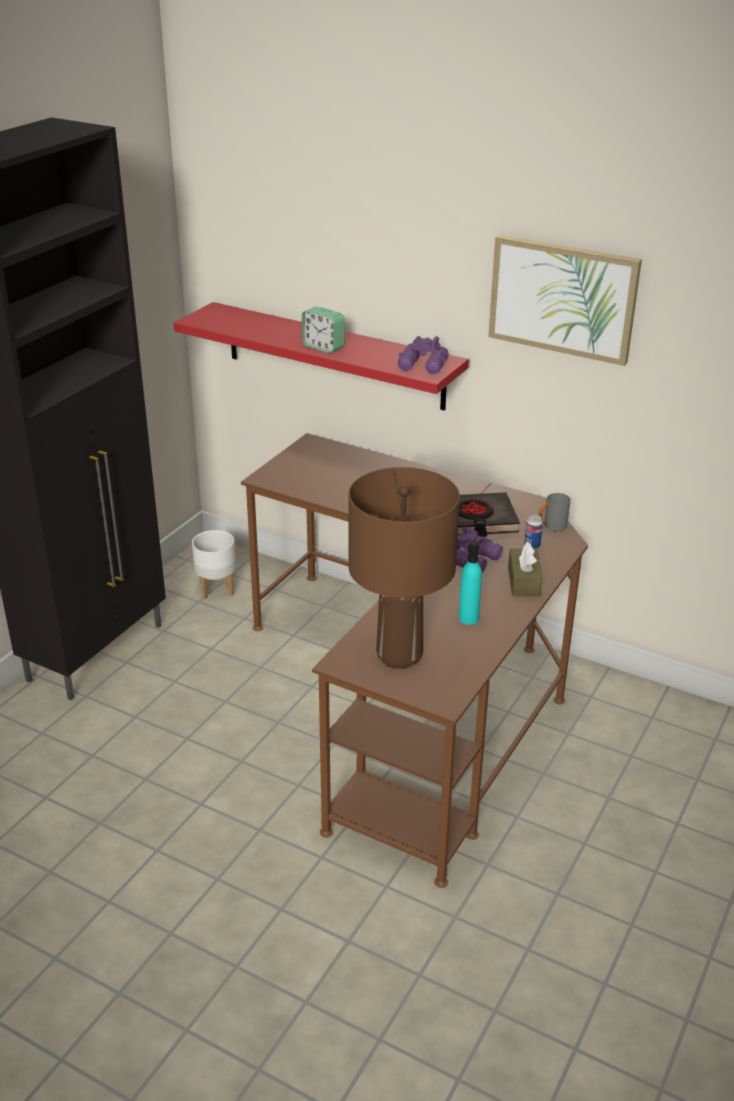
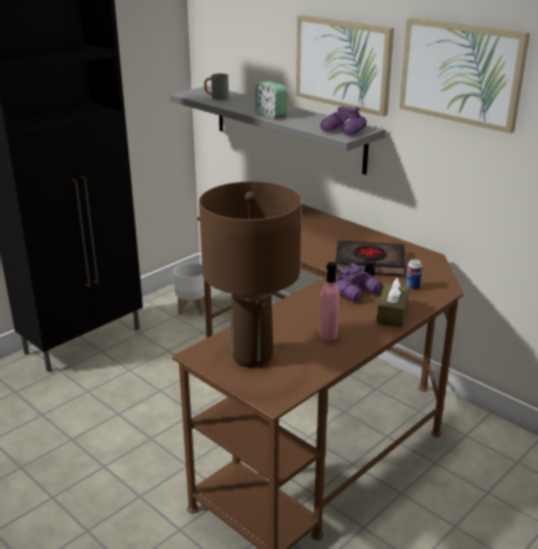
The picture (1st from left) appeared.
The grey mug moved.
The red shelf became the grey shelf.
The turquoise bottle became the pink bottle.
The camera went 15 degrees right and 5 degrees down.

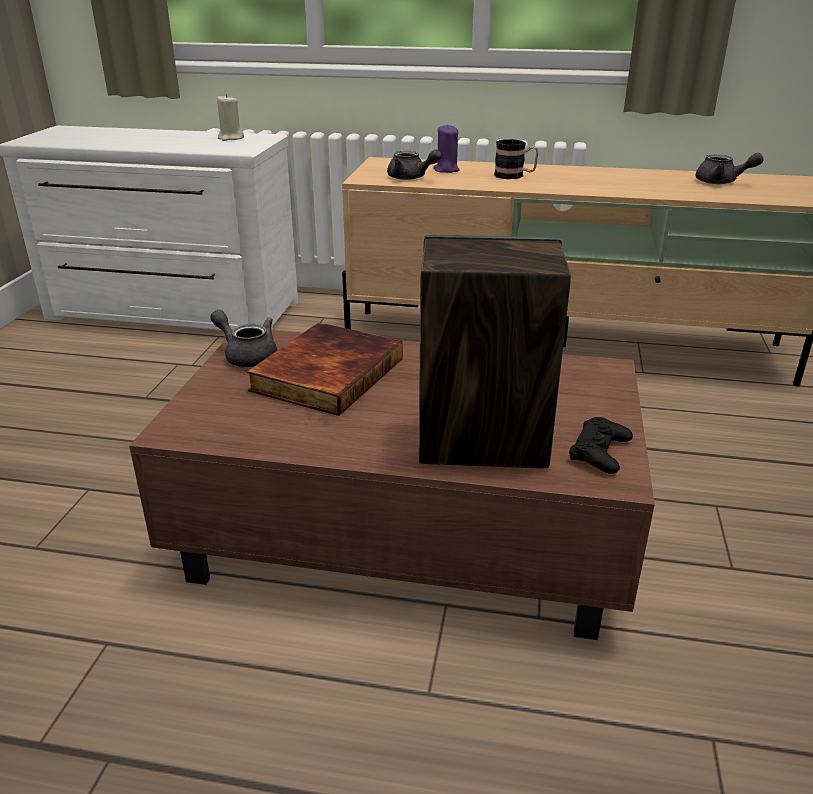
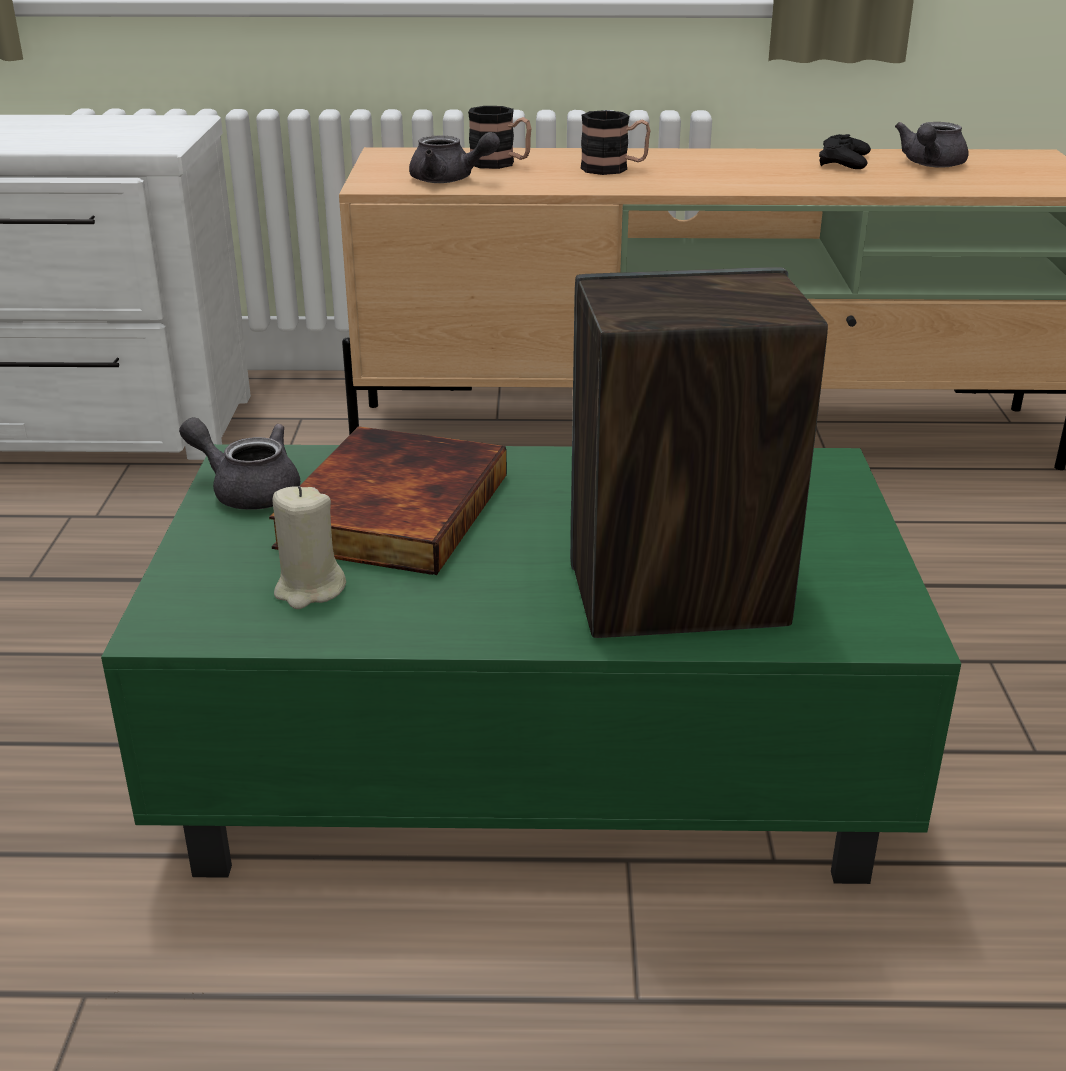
The beige candle moved.
The black game controller moved.
The purple candle was replaced by the mug (1st from left).
The brown coffee table became the green coffee table.
The grey teapot (3rd from left) turned 105 degrees clockwise.
The camera went 10 degrees left and 0 degrees up.

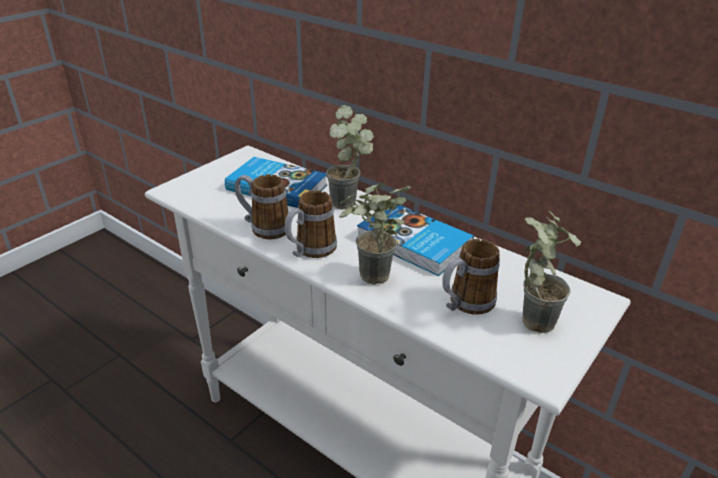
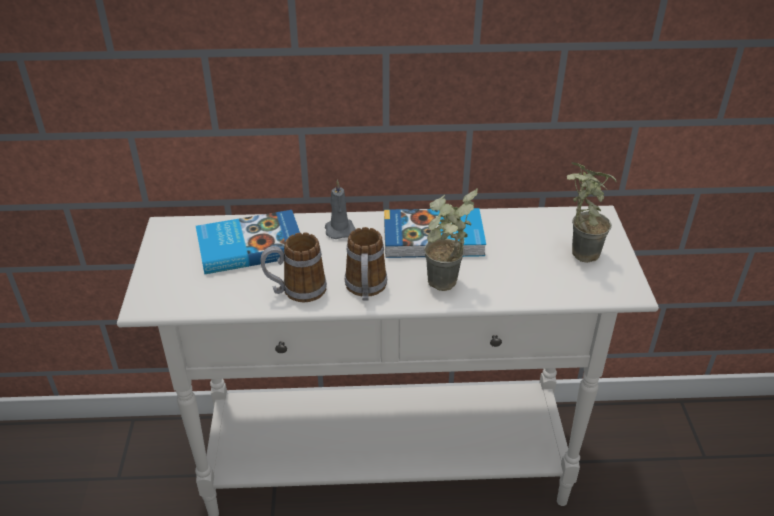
The mug (3rd from left) disappeared.
The potted plant (1st from left) was replaced by the grey candle.
The camera went 40 degrees left and 5 degrees up.

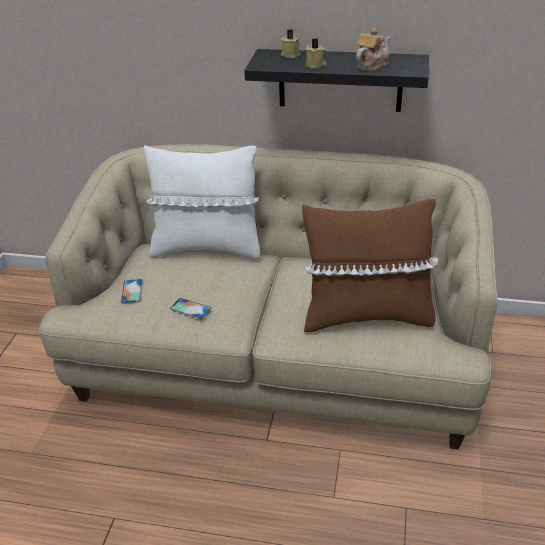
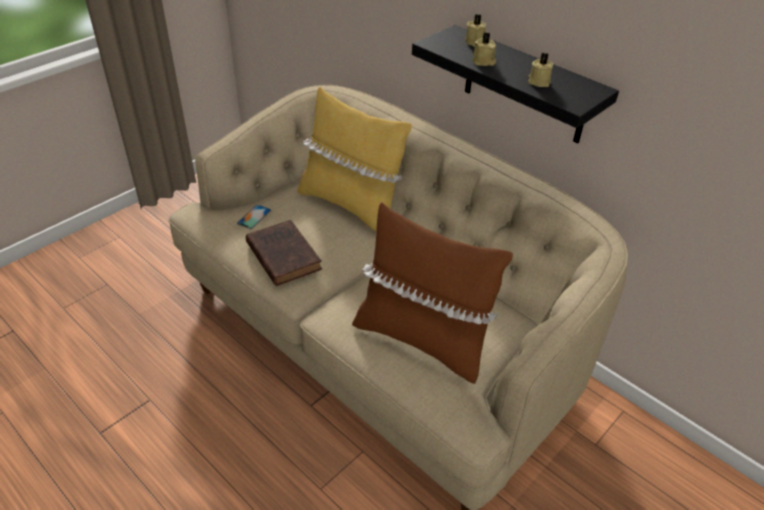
The phone (2nd from left) was replaced by the brown book.
The teapot was replaced by the beige candle (3rd from left).
The white pillow became the yellow pillow.
The camera went 30 degrees right and 5 degrees up.

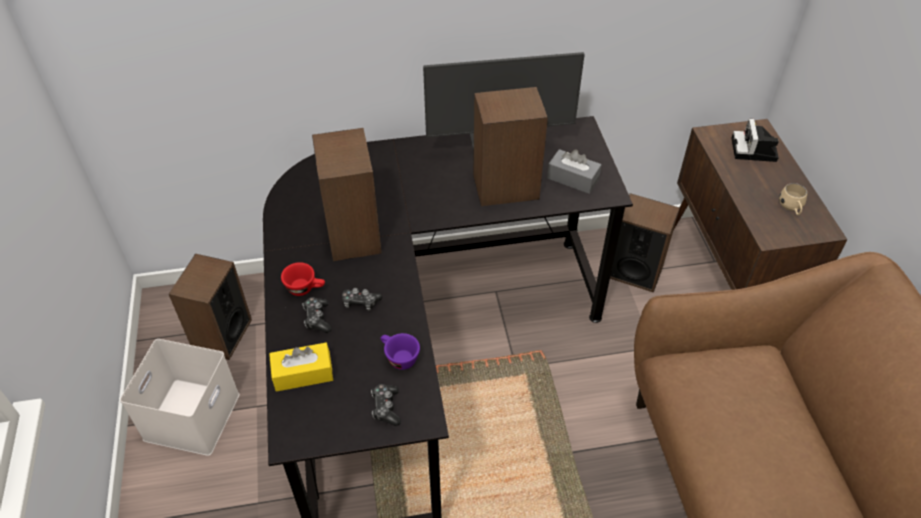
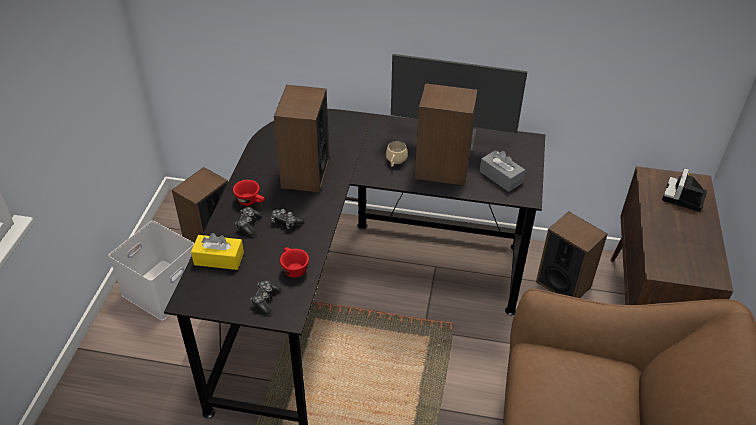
The beige mug moved.
The purple cup became the red cup (2nd from left).
The camera went 20 degrees right and 5 degrees down.

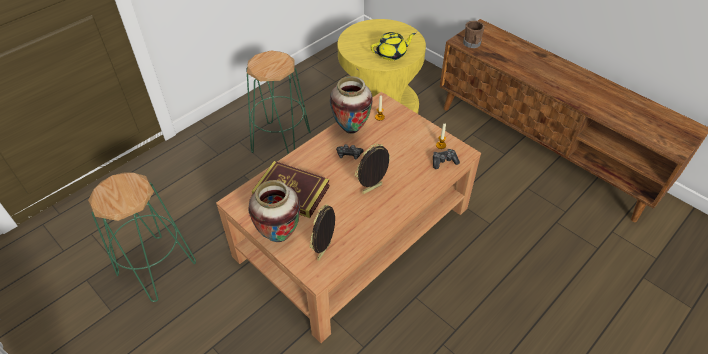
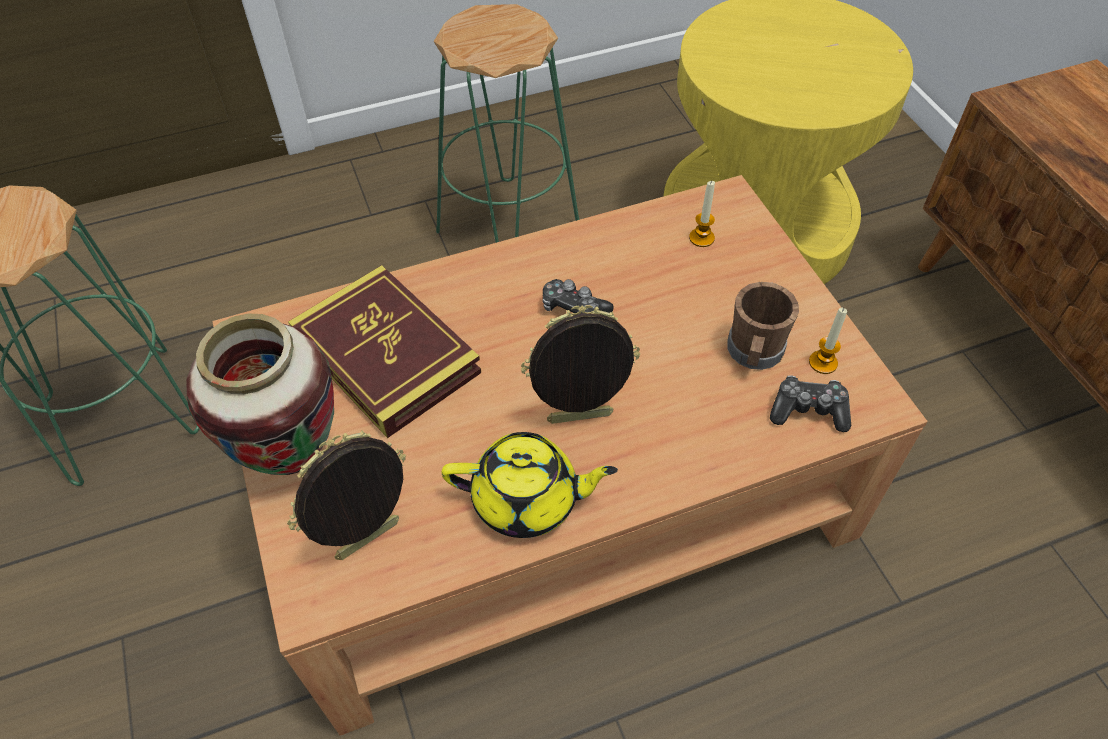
The vase (2nd from left) disappeared.
The yellow teapot moved.
The brown mug moved.
The camera went 25 degrees right and 5 degrees up.

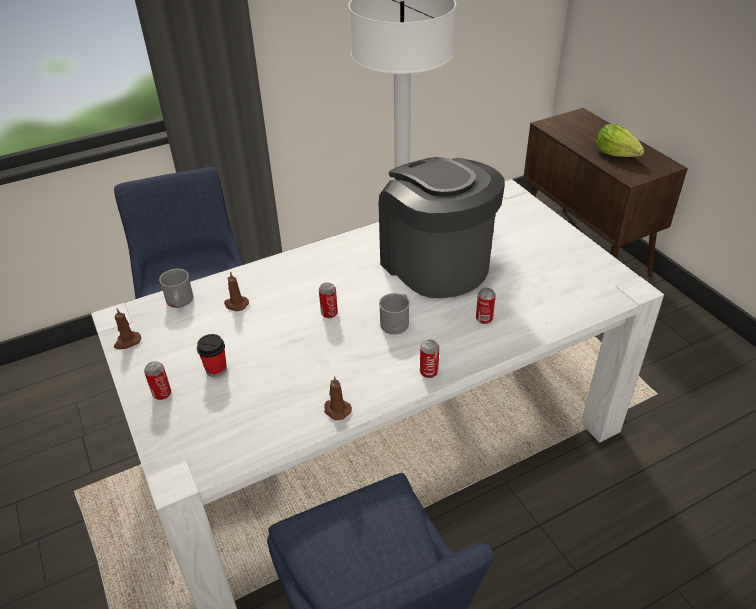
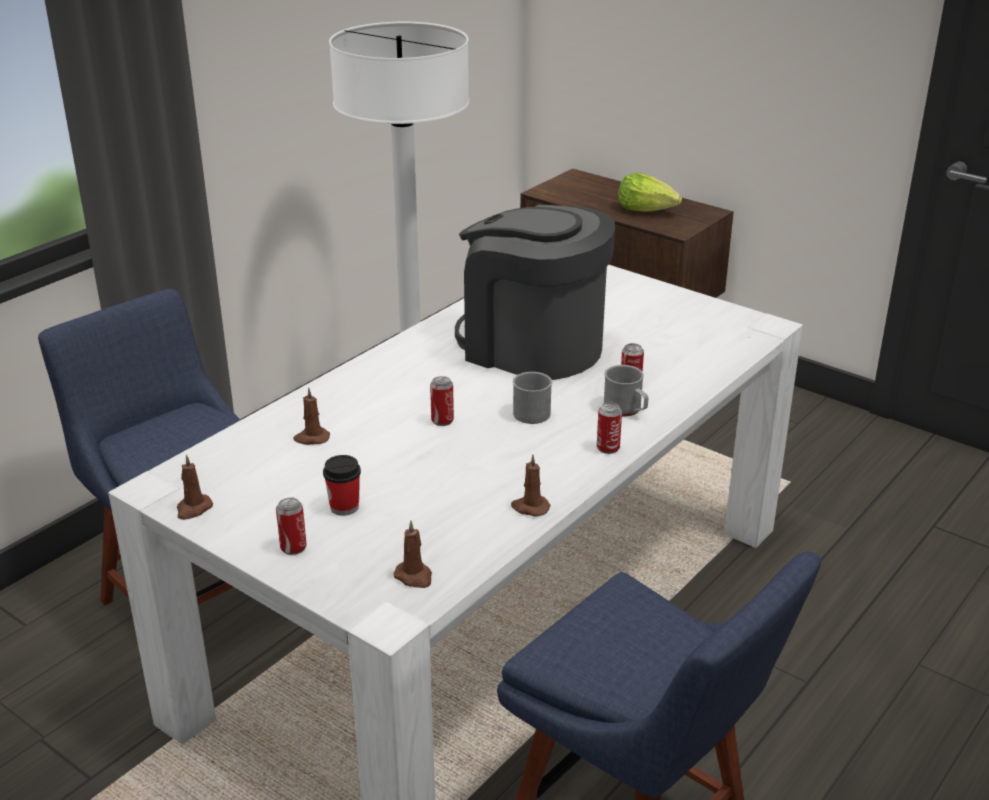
The brown candle (3rd from left) appeared.
The grey mug (1st from left in the first image) moved.
The camera went 25 degrees left and 10 degrees down.

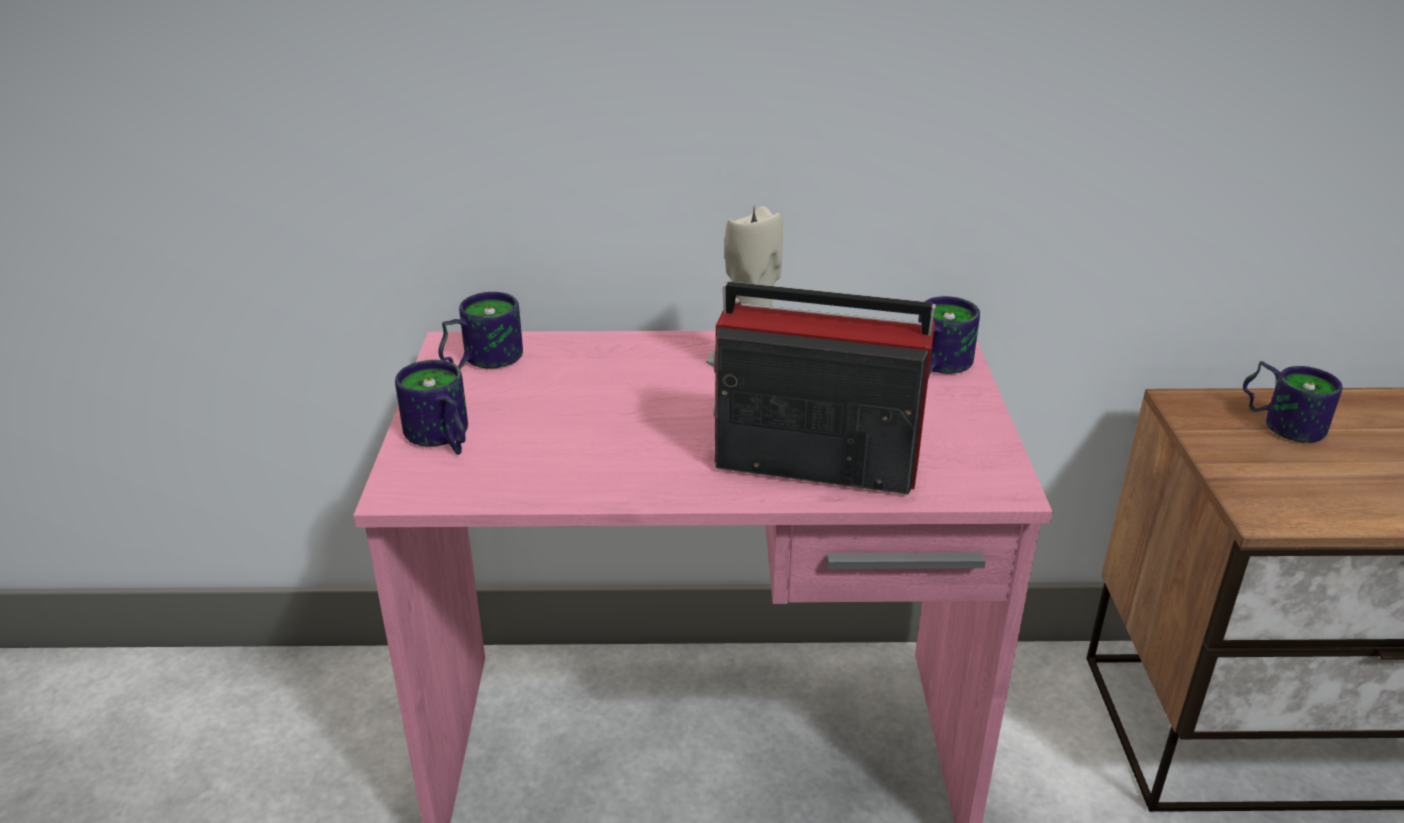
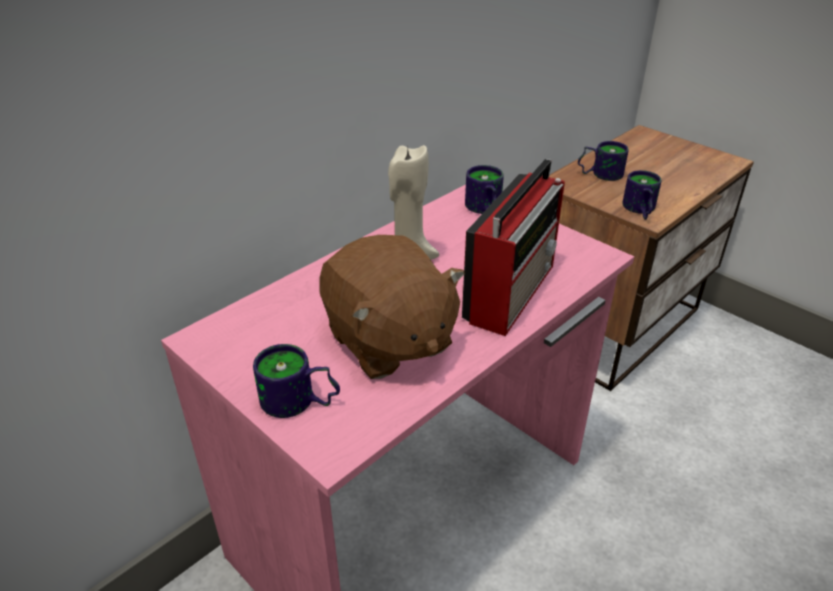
The brown plush toy appeared.
The mug (2nd from left in the first image) moved.
The radio turned 150 degrees clockwise.
The camera went 45 degrees left and 5 degrees up.

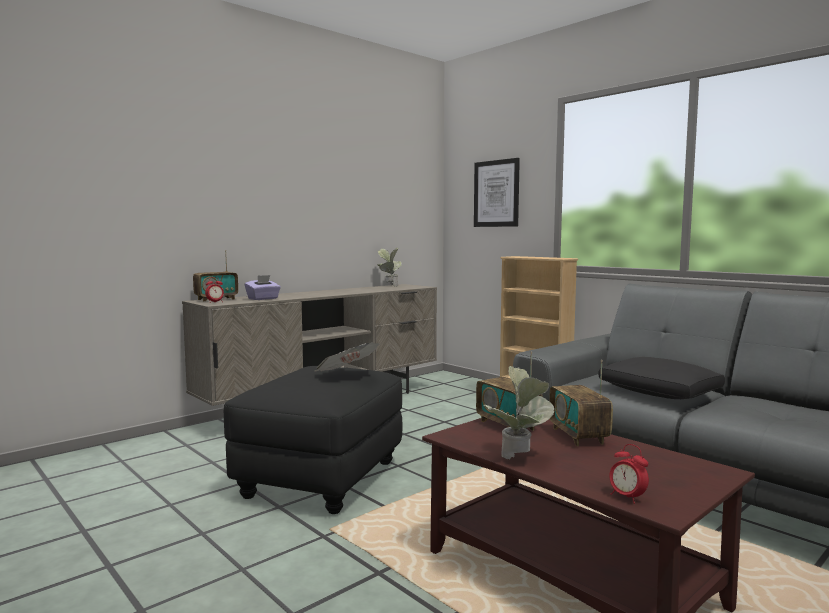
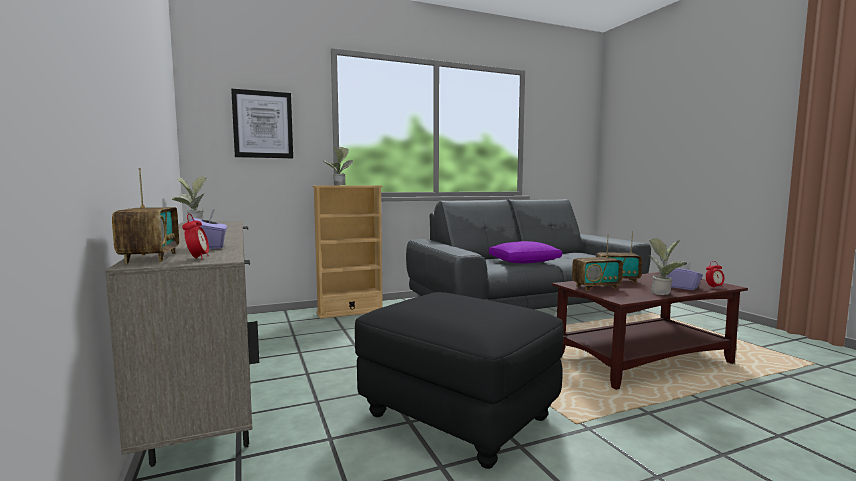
The newspaper disappeared.
The potted plant (2nd from left) appeared.
The purple tissue box (2nd from left) appeared.
The black pillow became the purple pillow.
The camera went 70 degrees left and 0 degrees up.

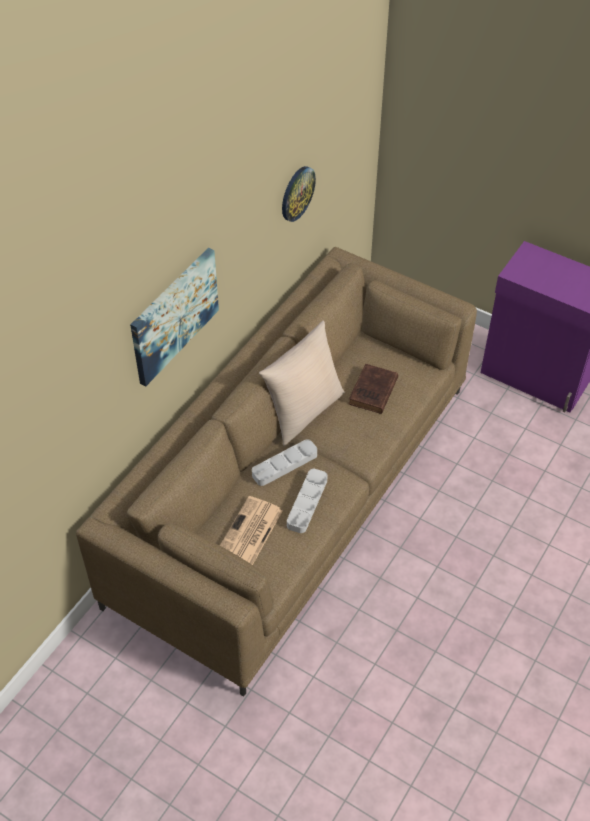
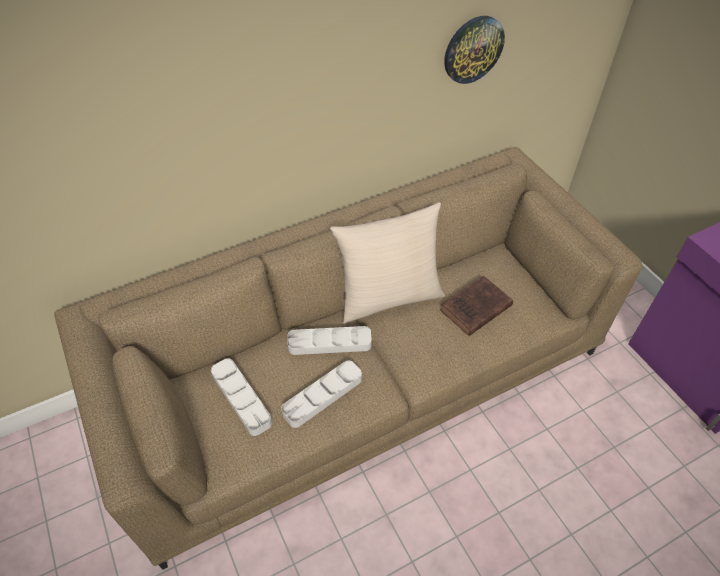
The picture disappeared.
The newspaper was replaced by the grey tray (1st from left).
The camera went 30 degrees right and 0 degrees up.

